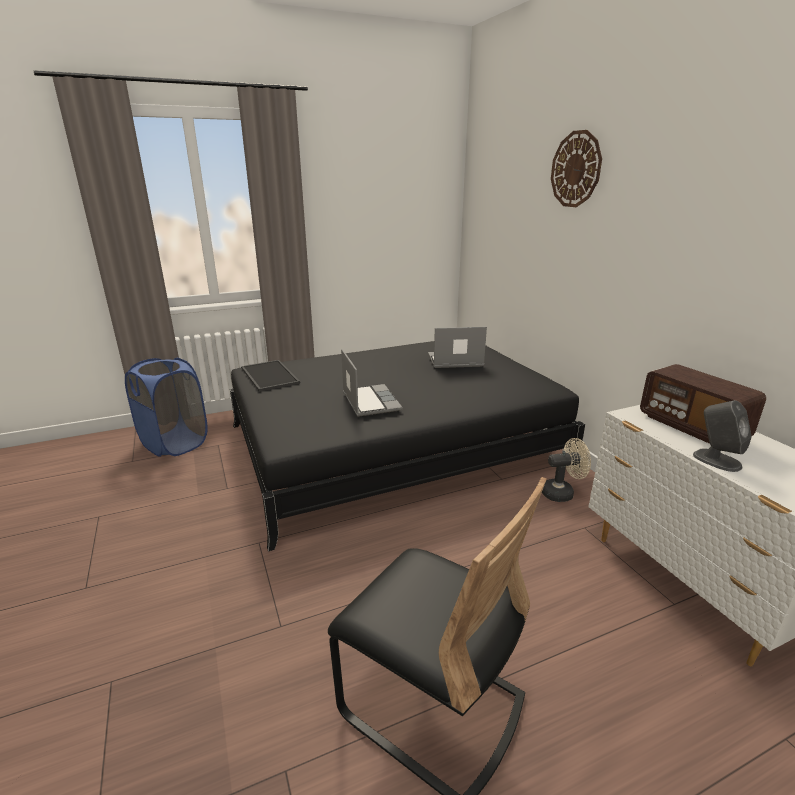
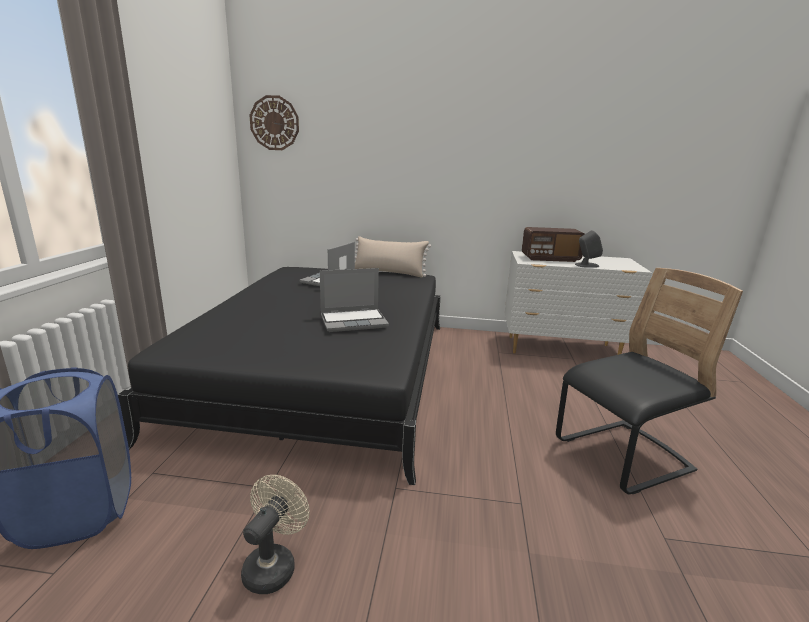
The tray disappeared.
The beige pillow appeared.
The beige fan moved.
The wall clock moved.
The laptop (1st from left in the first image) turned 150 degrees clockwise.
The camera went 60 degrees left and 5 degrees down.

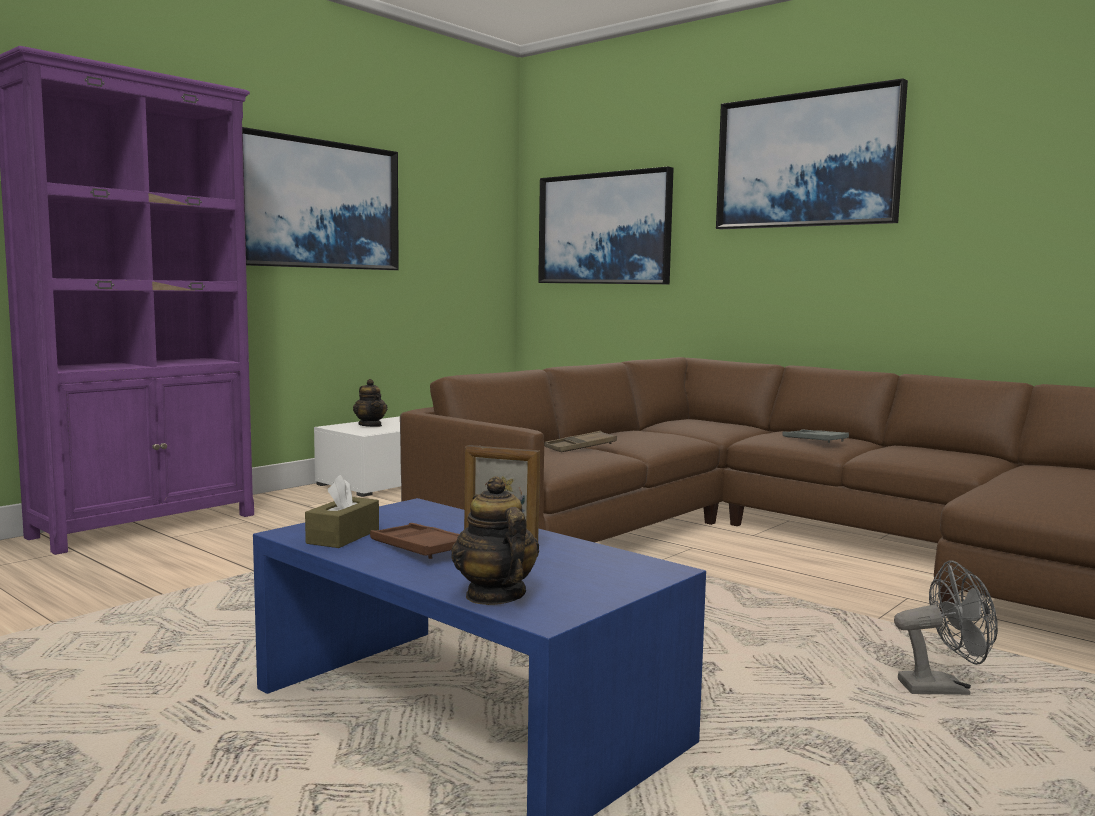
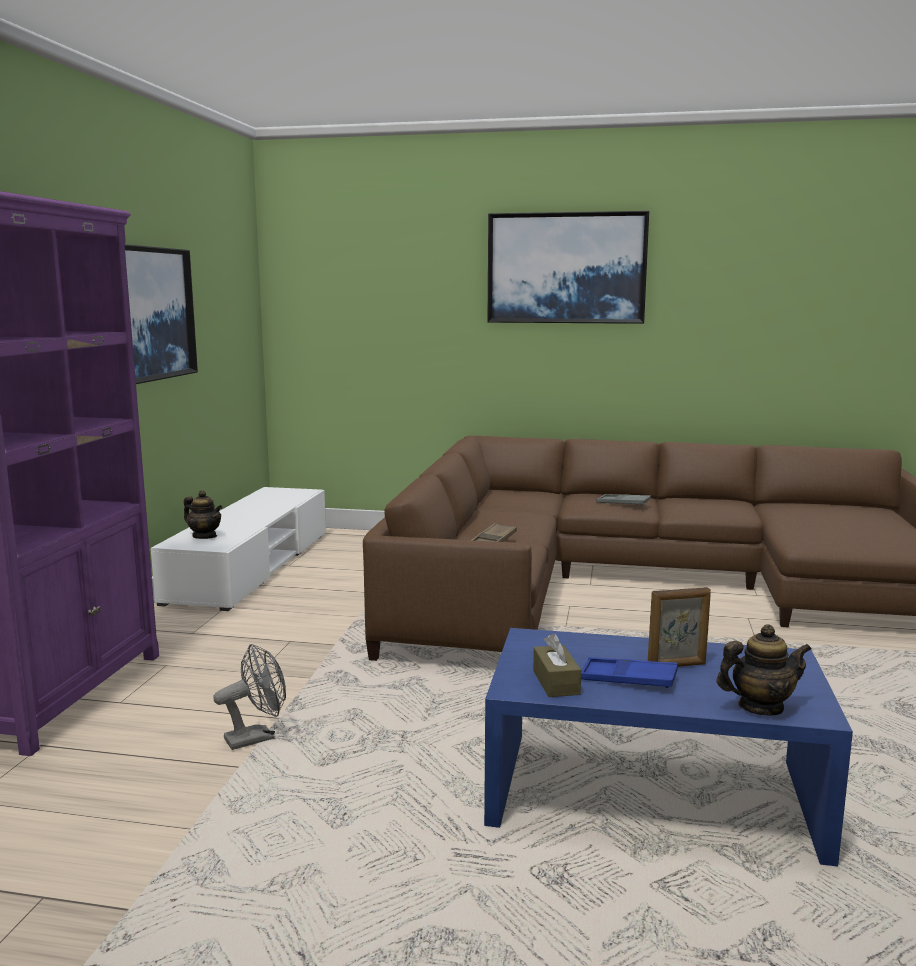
The picture (2nd from left) disappeared.
The grey fan moved.
The brown tray (1st from left) became the blue tray.
The teapot (2nd from left) turned 135 degrees clockwise.
The camera went 30 degrees left and 5 degrees up.

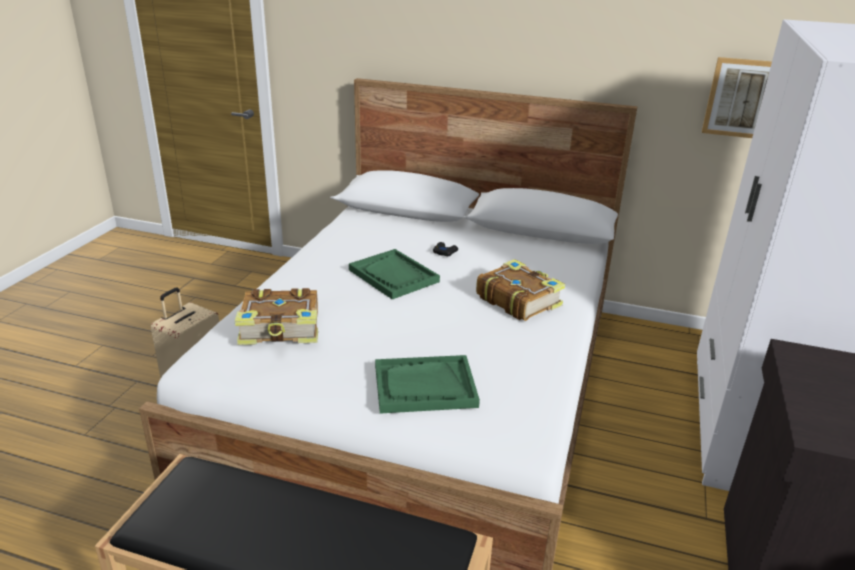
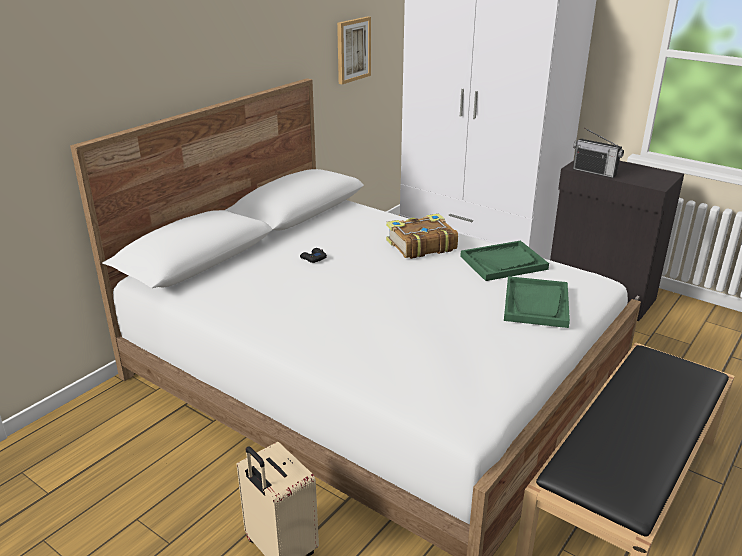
The book (1st from left) disappeared.
The radio appeared.
The green tray (1st from left) moved.
The camera went 70 degrees left and 0 degrees up.

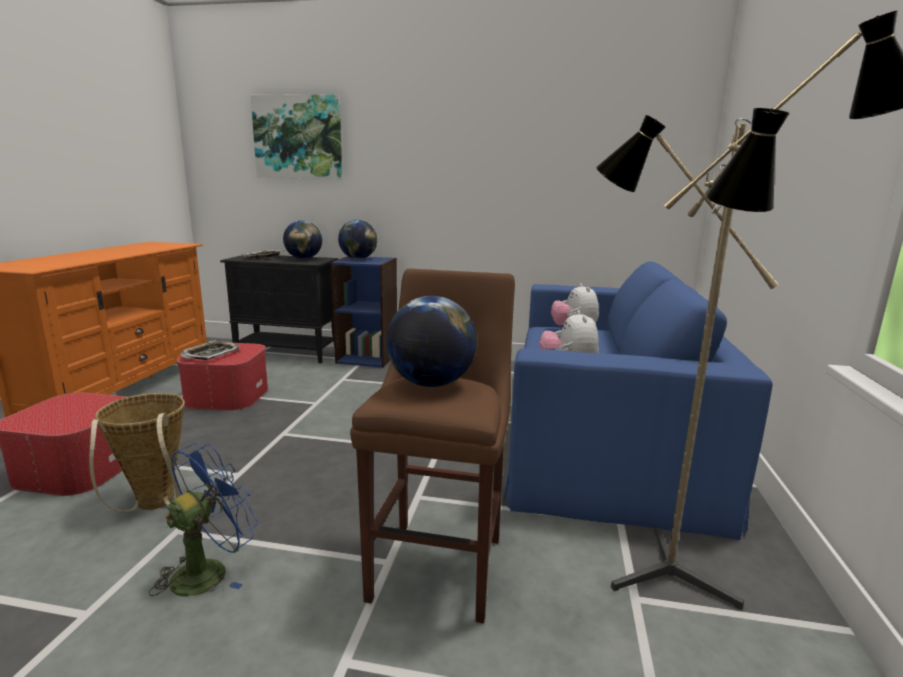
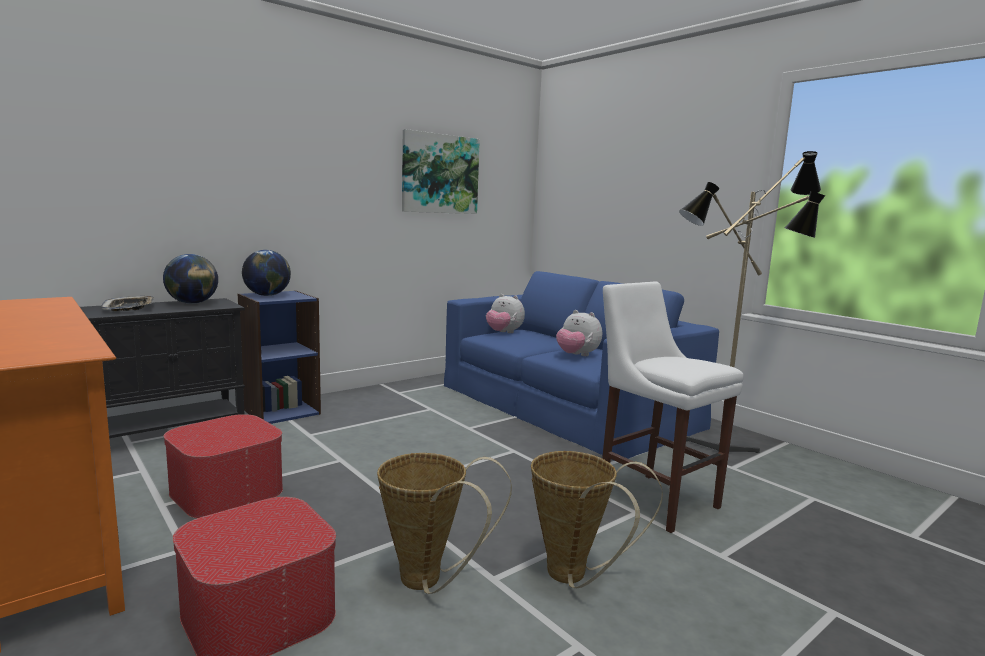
The tray (1st from left) disappeared.
The globe (3rd from left) disappeared.
The picture moved.
The blue fan was replaced by the basket (2nd from left).
The brown stool became the white stool.
The camera went 50 degrees left and 5 degrees down.

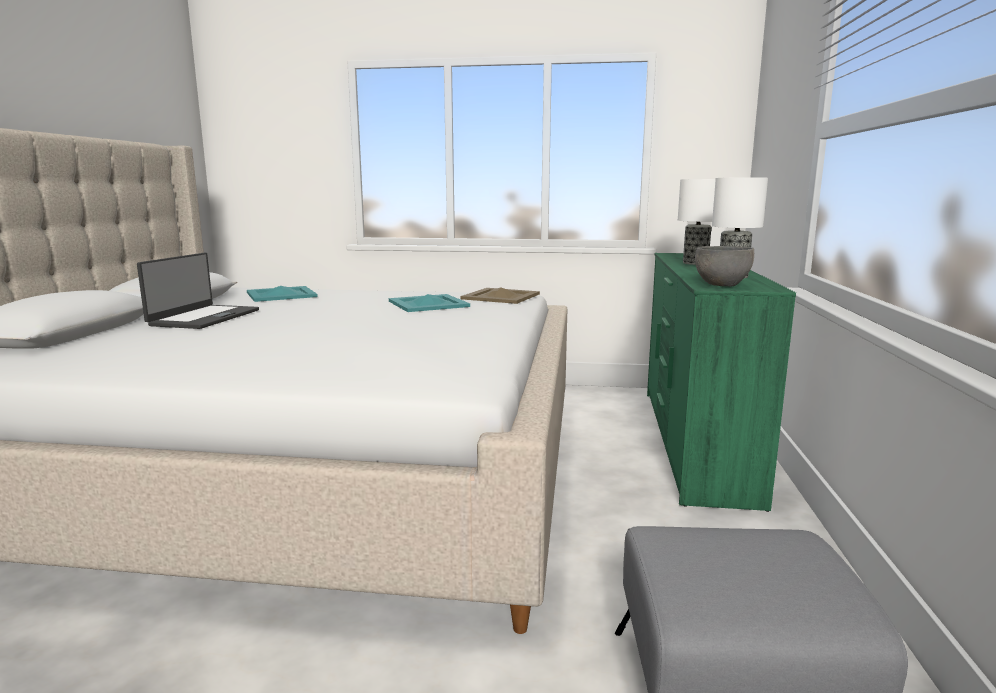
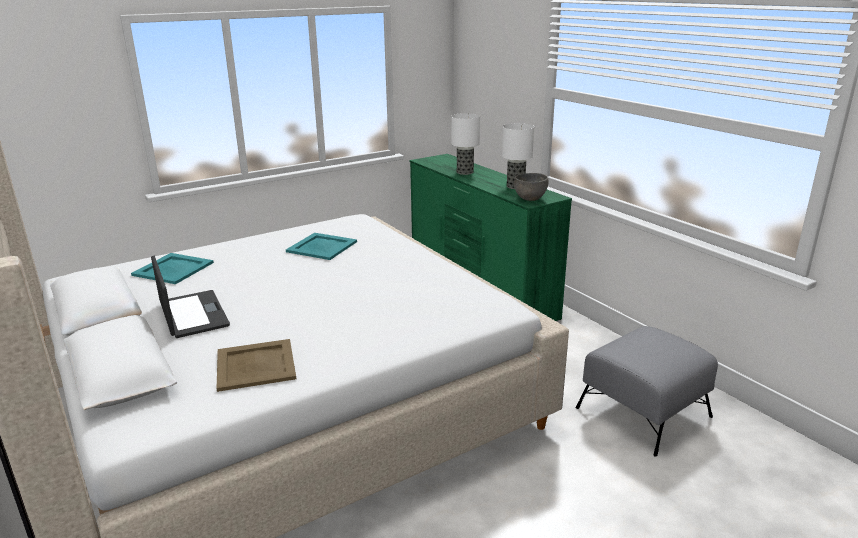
The beige tray moved.
The camera went 40 degrees left and 10 degrees up.

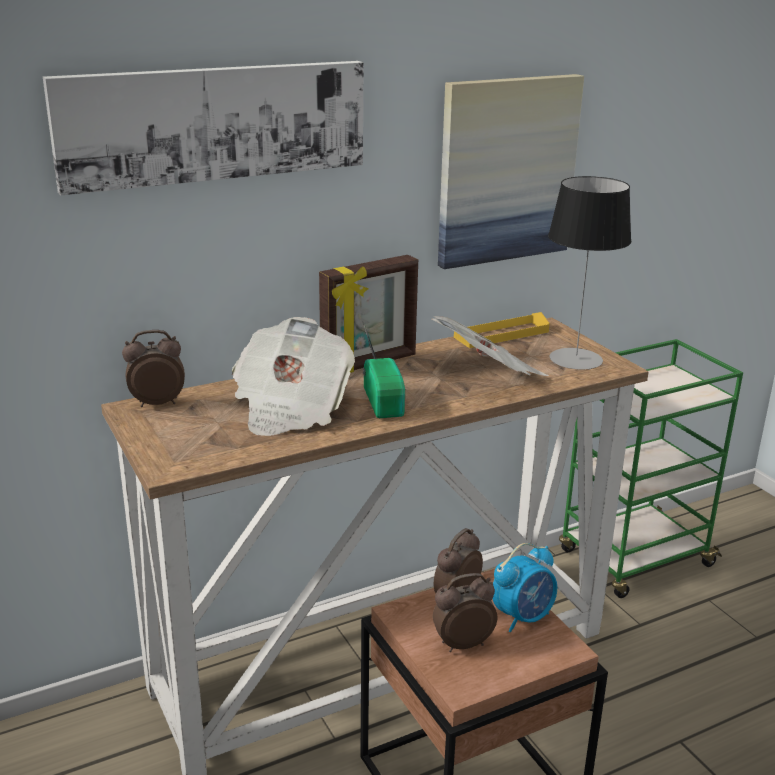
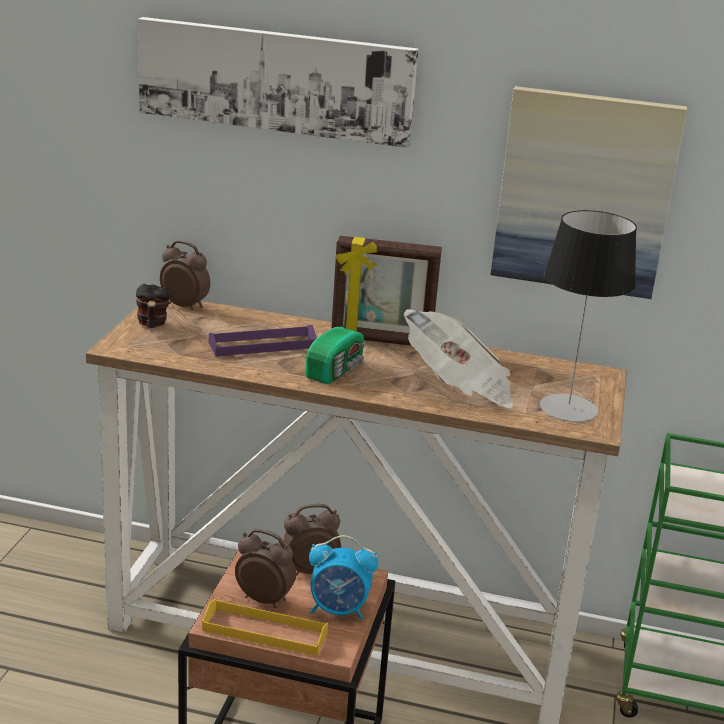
The mug appeared.
The yellow tray moved.
The newspaper (1st from left) was replaced by the purple tray.
The camera went 40 degrees right and 0 degrees up.

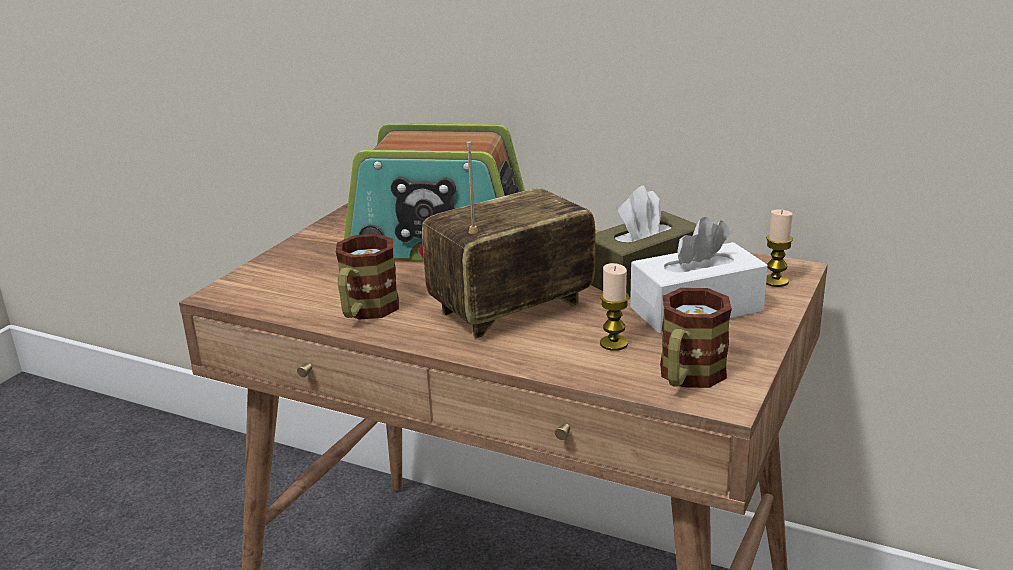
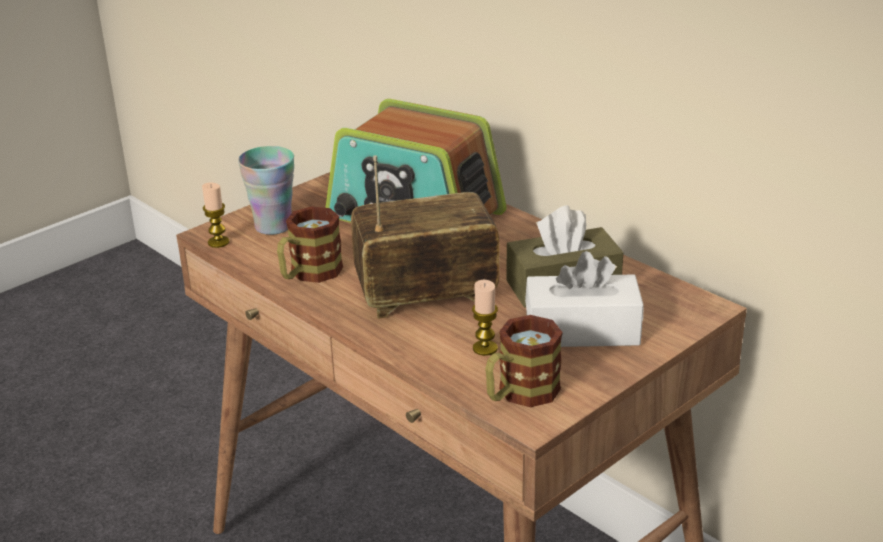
The cup appeared.
The candle (2nd from left in the first image) moved.
The camera went 20 degrees right and 5 degrees up.

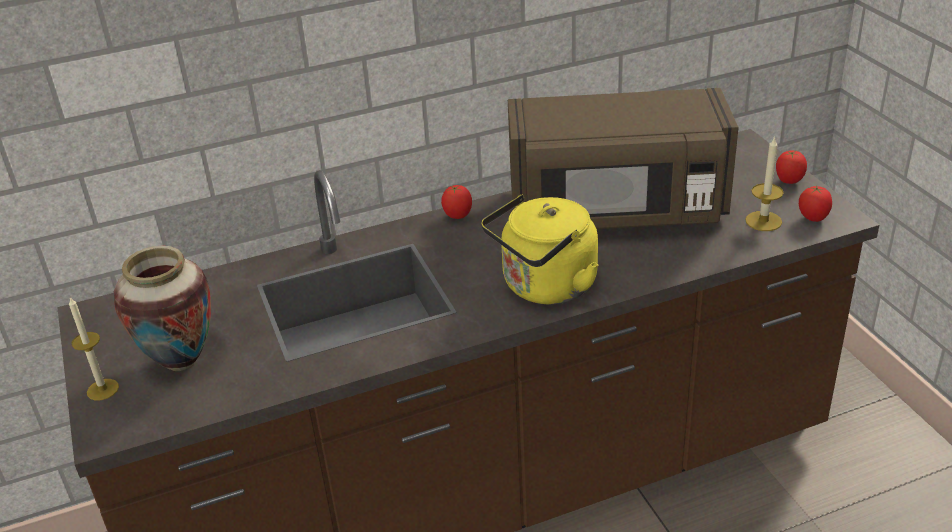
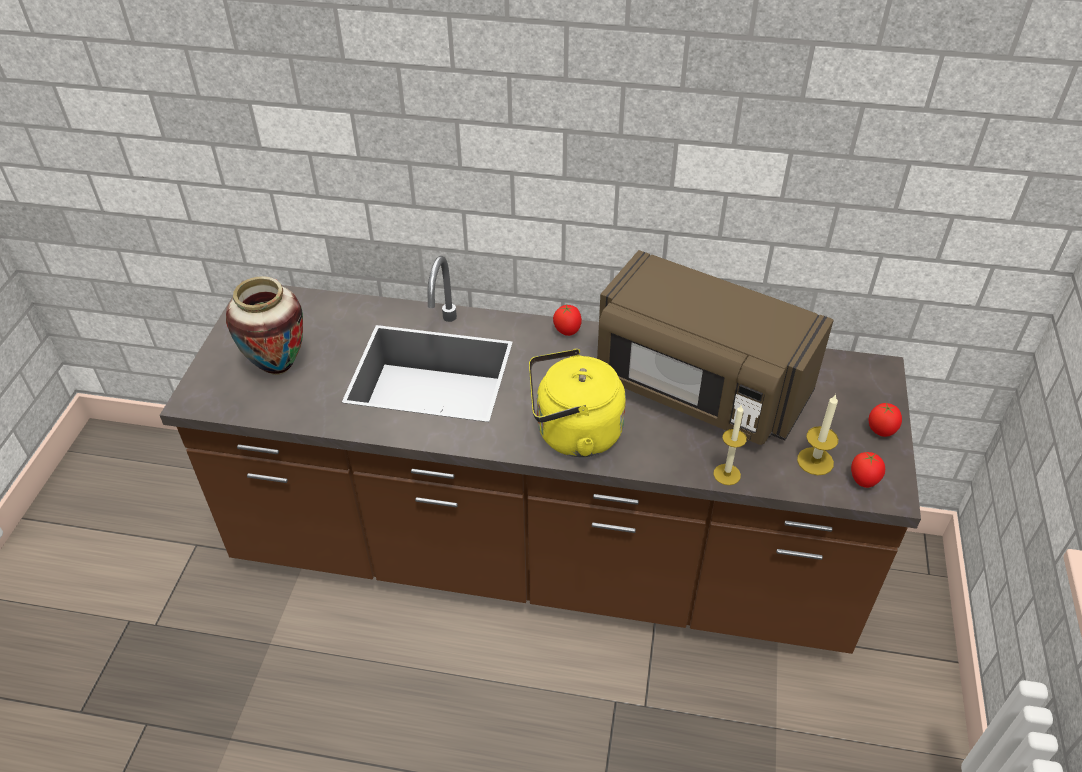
The candle (1st from left) moved.
The camera went 30 degrees right and 10 degrees up.

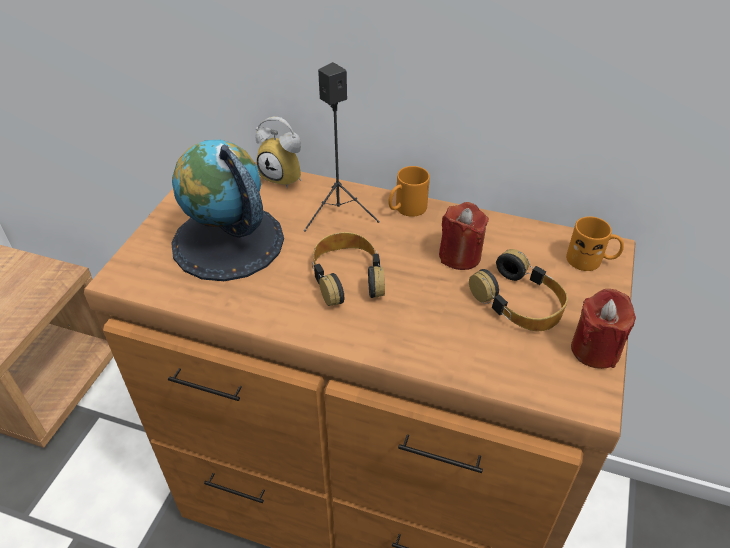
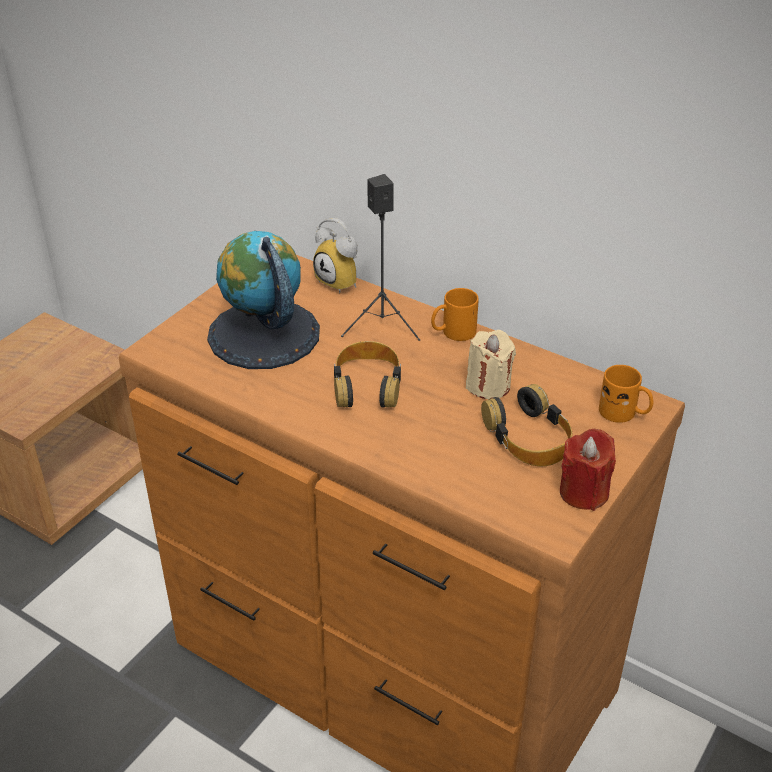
The red candle (1st from left) became the beige candle.
The camera went 15 degrees right and 5 degrees down.

